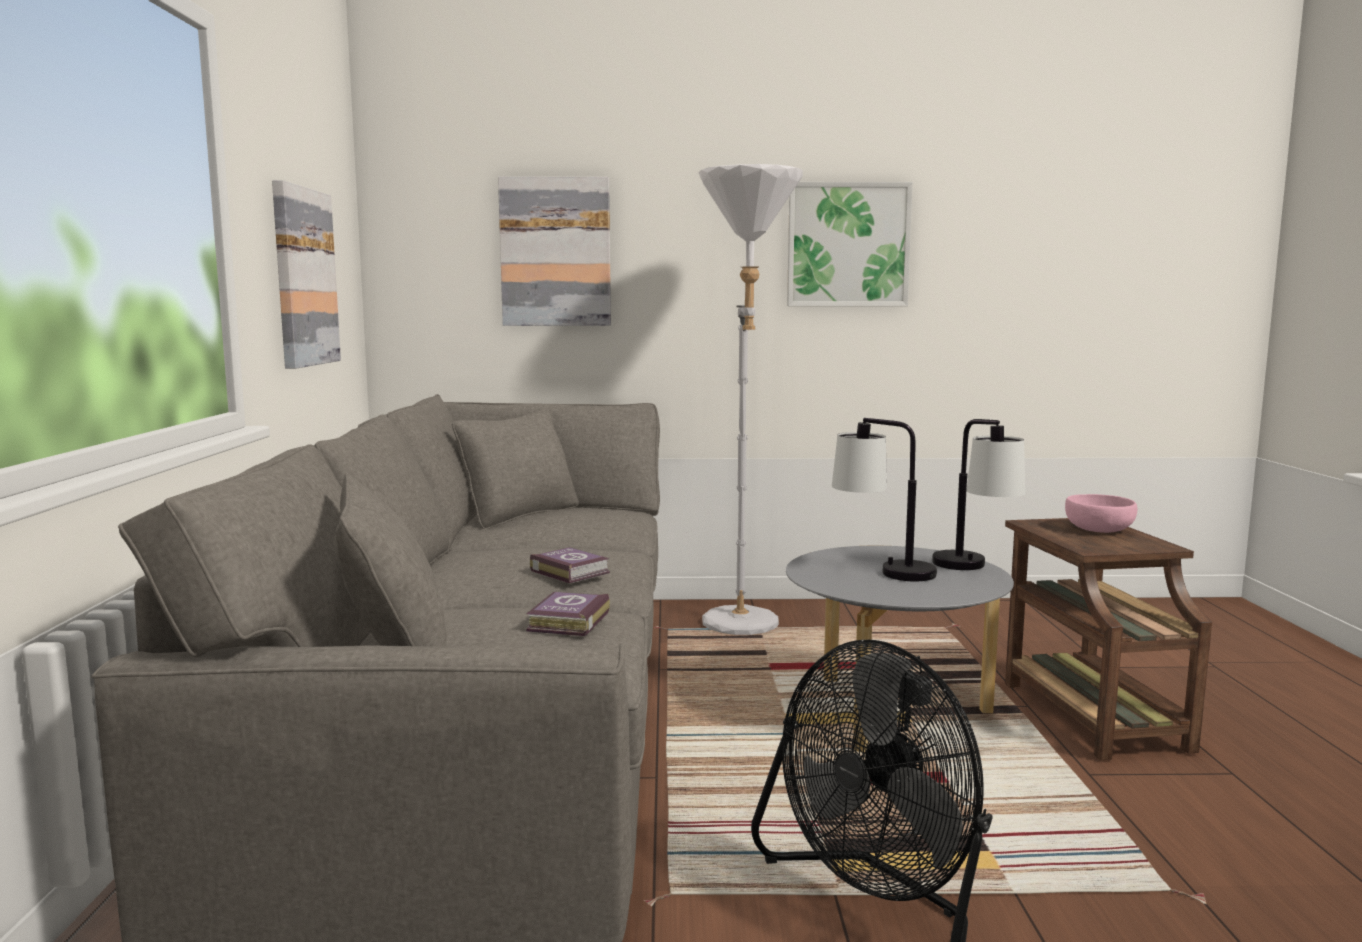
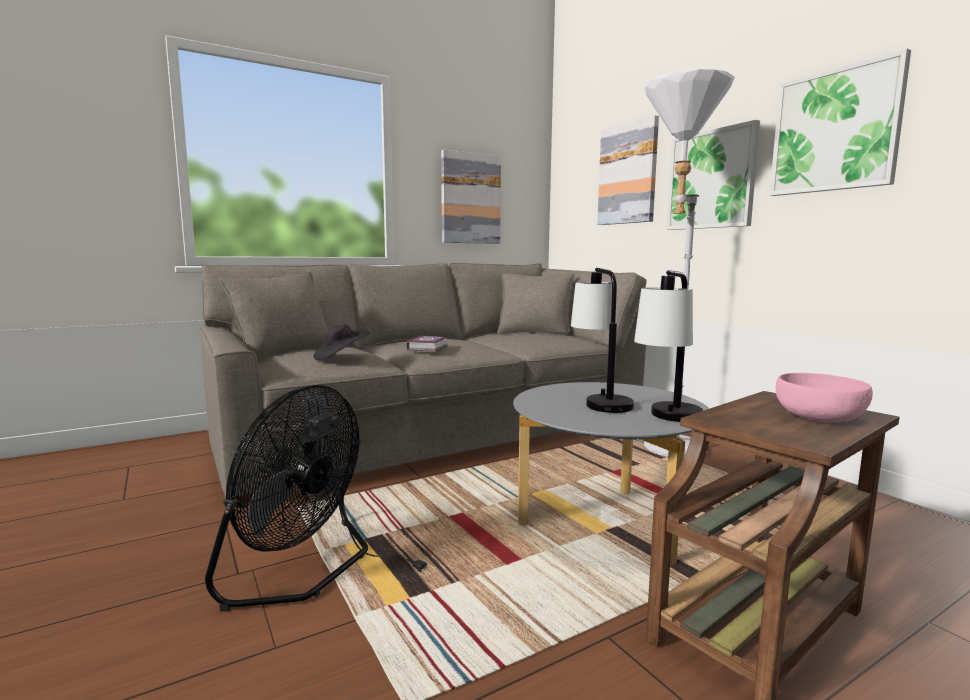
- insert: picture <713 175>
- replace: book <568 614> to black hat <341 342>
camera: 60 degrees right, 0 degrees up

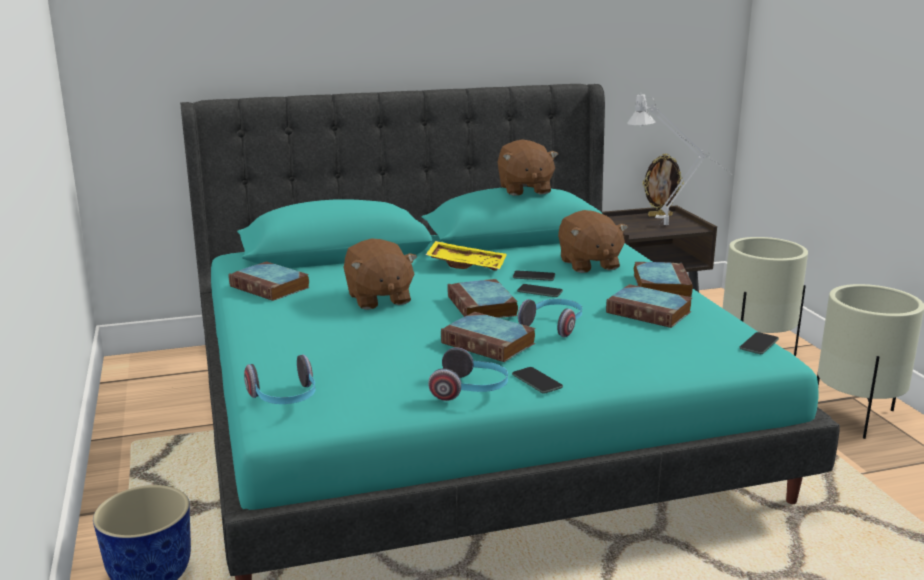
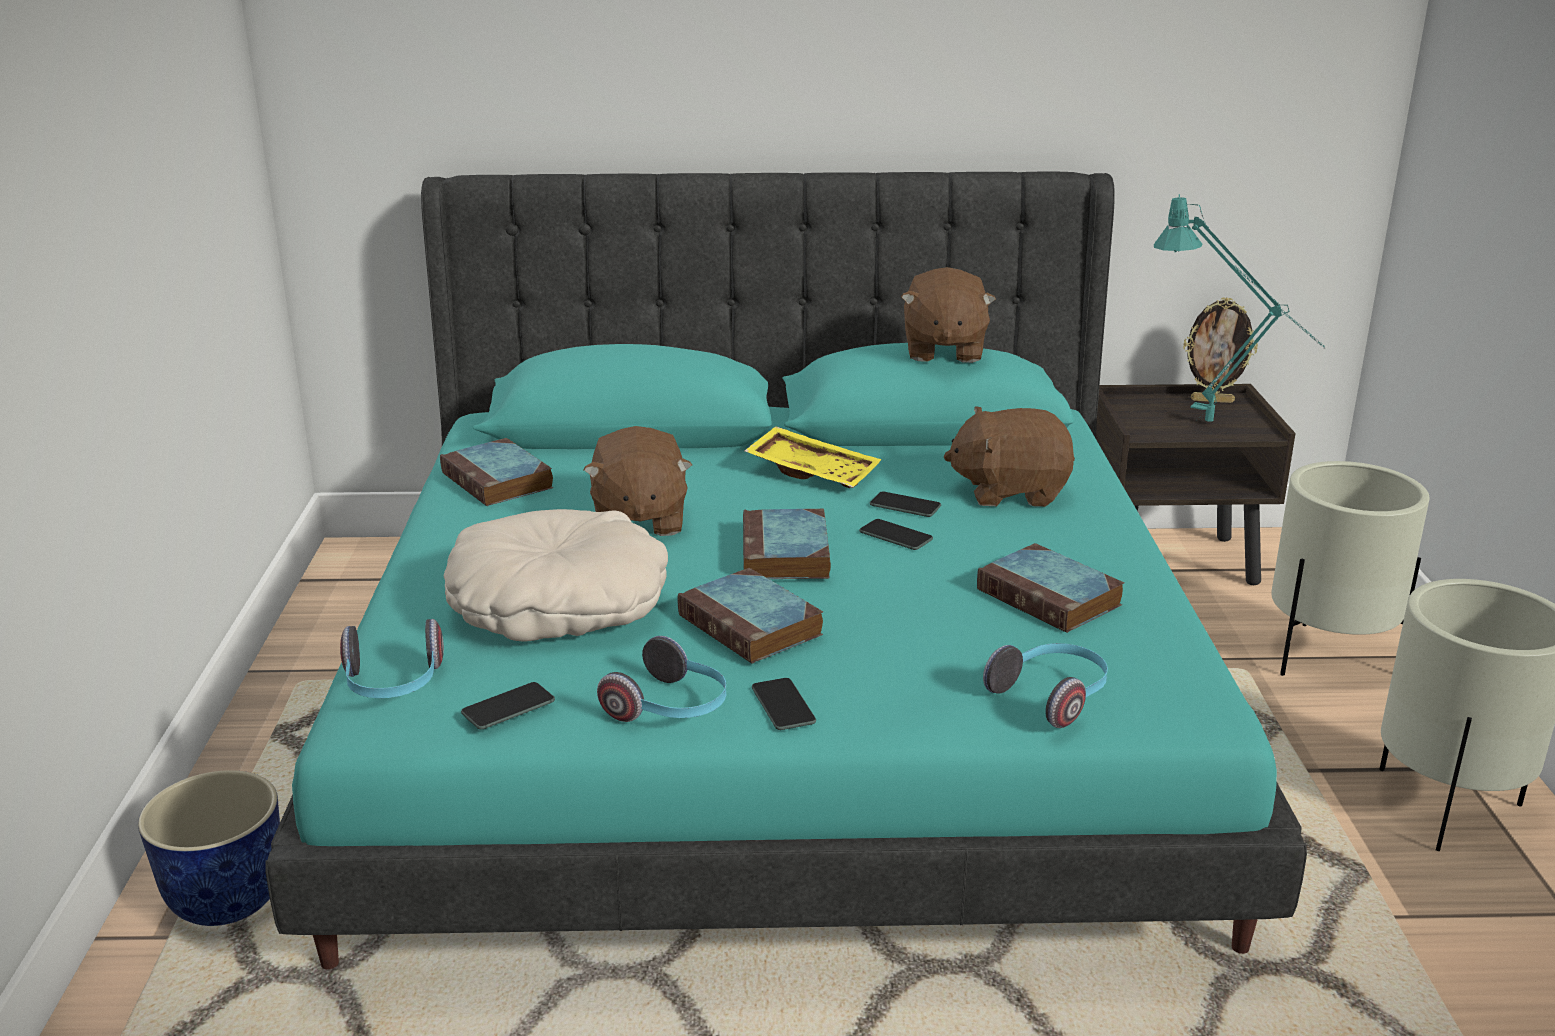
- delete: book <663 279>
- insert: beige pillow <556 575>
- move: headphones <550 318> to <1045 685>
- move: phone <759 343> to <508 705>
- recolor: grey table lamp <679 160> to turquoise table lamp <1240 308>
- rotate: brown plush toy <593 241> = <1009 456> 90 degrees clockwise
camera: 15 degrees right, 5 degrees up

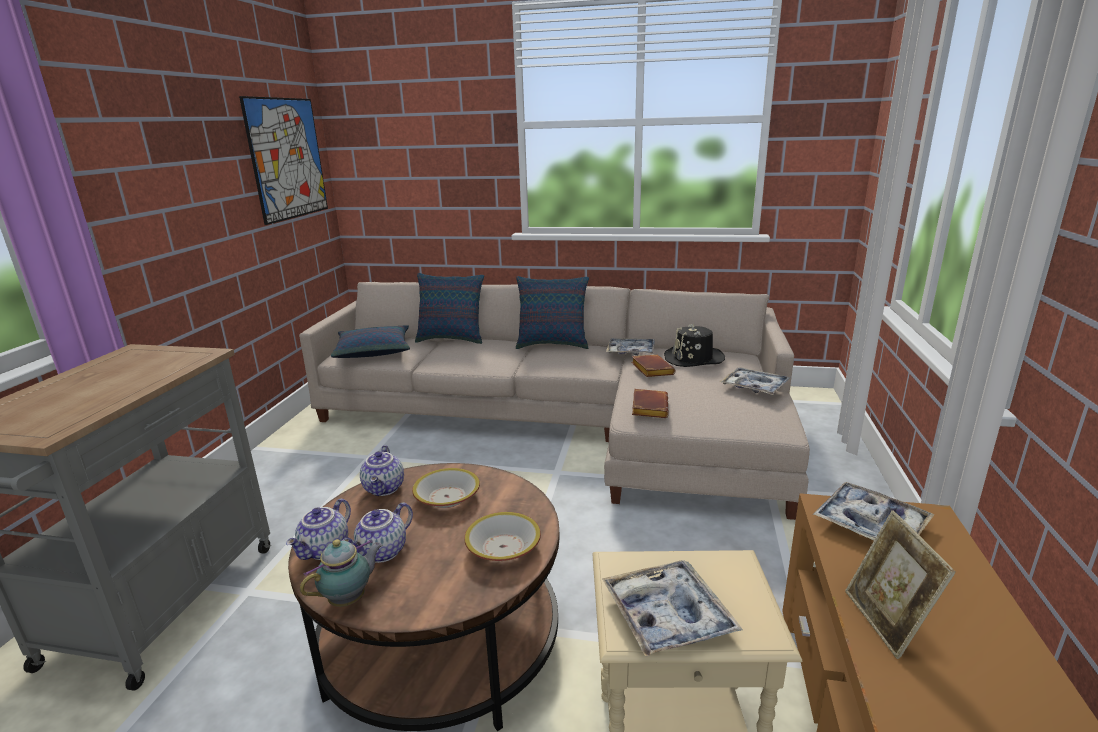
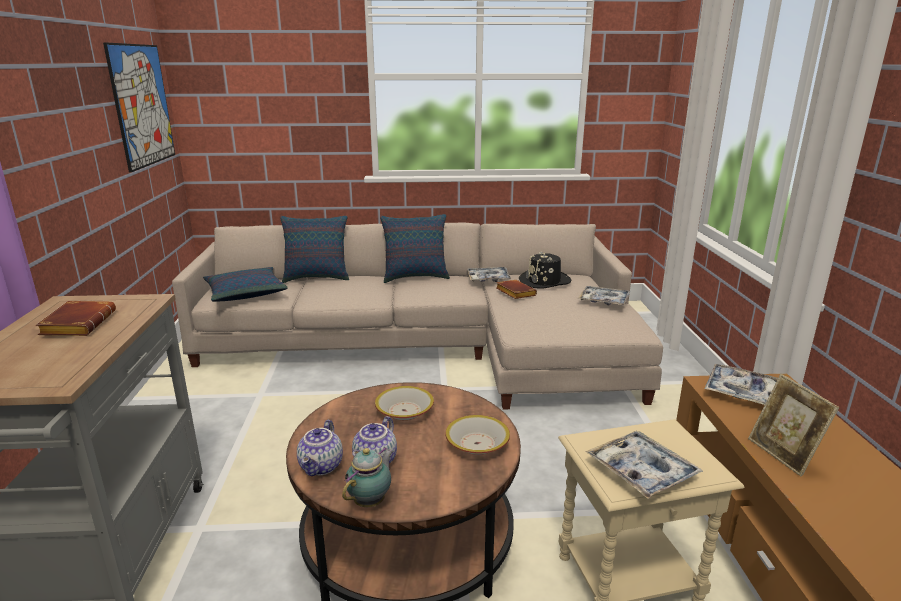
- delete: teapot <382 470>
- move: brown book <650 403> to <76 318>
camera: 15 degrees left, 0 degrees up

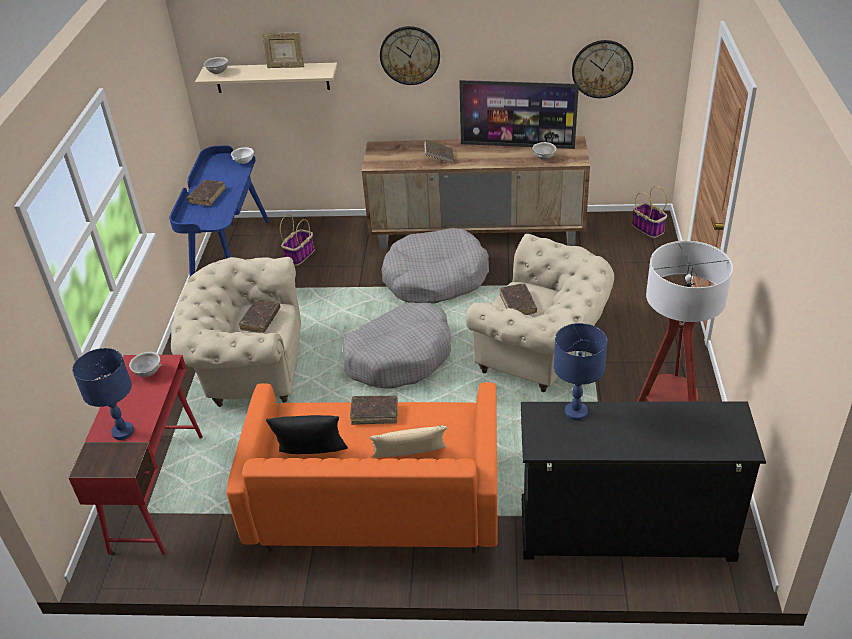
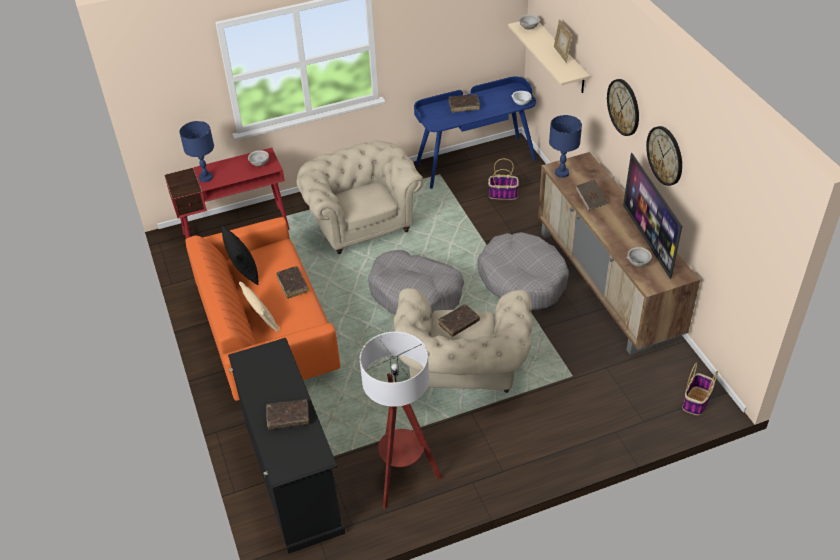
- move: brown book <259 316> to <287 414>
- move: blue table lamp <581 372> to <565 146>
- move: wall clock <602 69> to <664 156>
camera: 65 degrees right, 5 degrees up

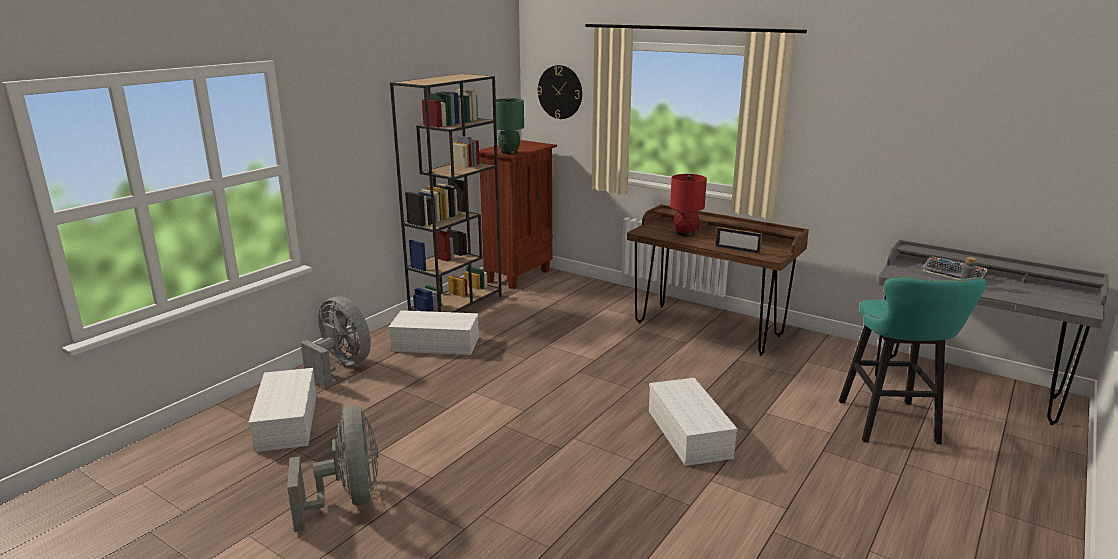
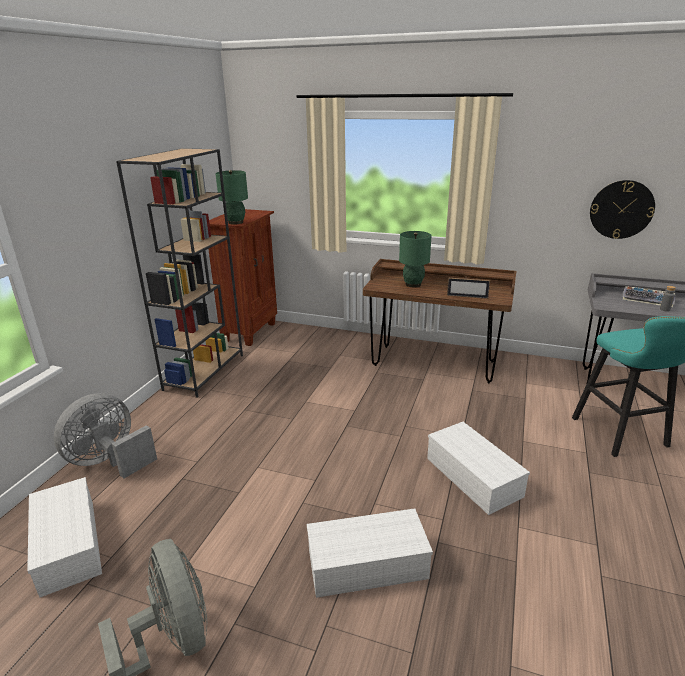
- move: white storage box <434 332> to <370 553>
- move: wall clock <559 92> to <622 209>
- recolor: red table lamp <688 205> to green table lamp <415 259>
- rotate: grey fan <335 342> = <105 435> 75 degrees counterclockwise
camera: 15 degrees left, 5 degrees up

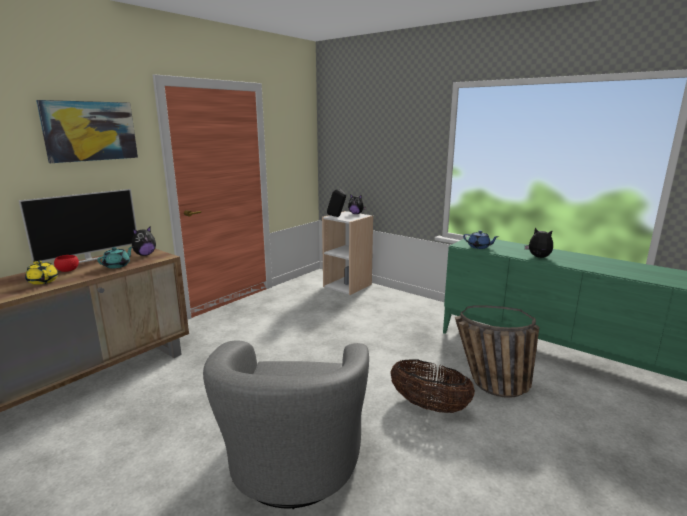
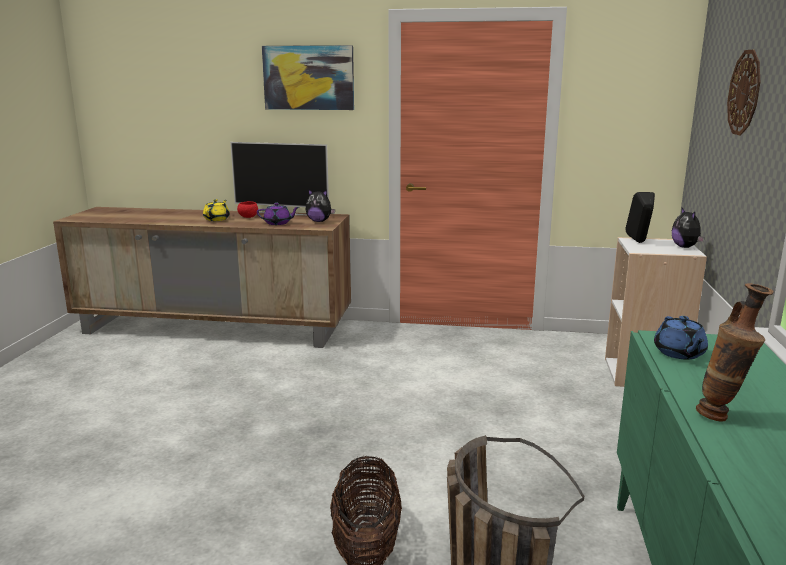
- delete: grey armchair <286 425>
- insert: wall clock <743 92>
- replace: plush toy <539 243> to vase <735 352>
- recolor: turquoise teapot <115 257> to purple teapot <278 214>
camera: 60 degrees right, 0 degrees up

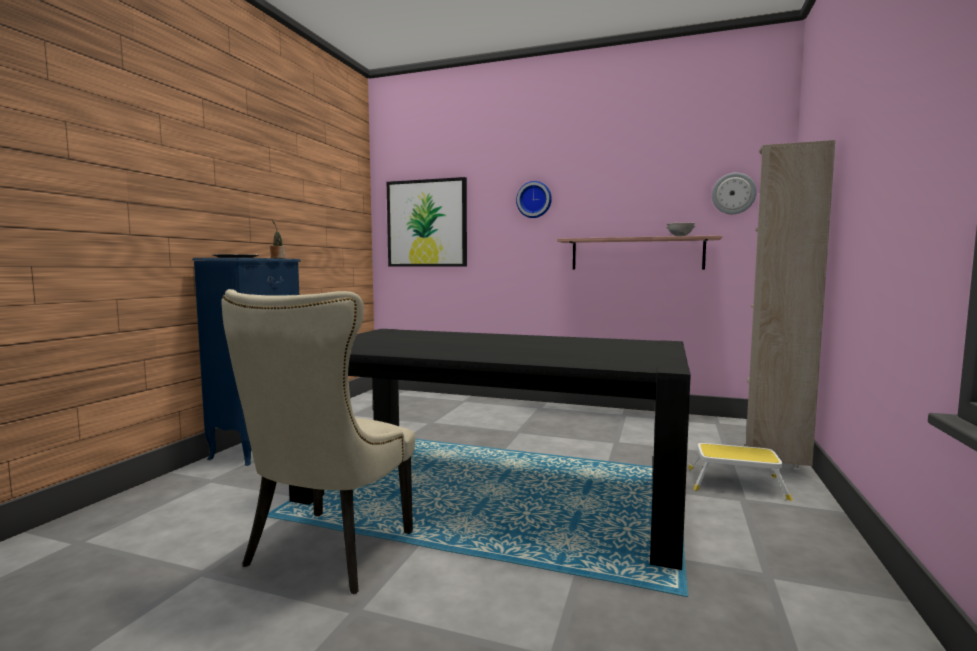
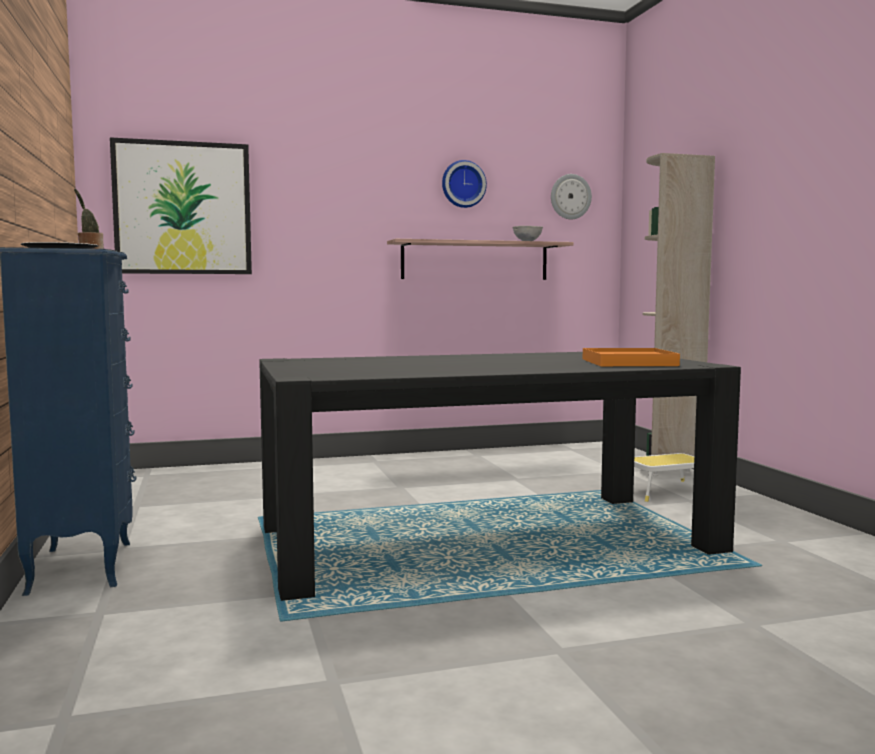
- delete: beige chair <318 441>
- insert: orange tray <631 357>
- move: wall clock <534 199> to <464 184>
camera: 35 degrees left, 0 degrees up

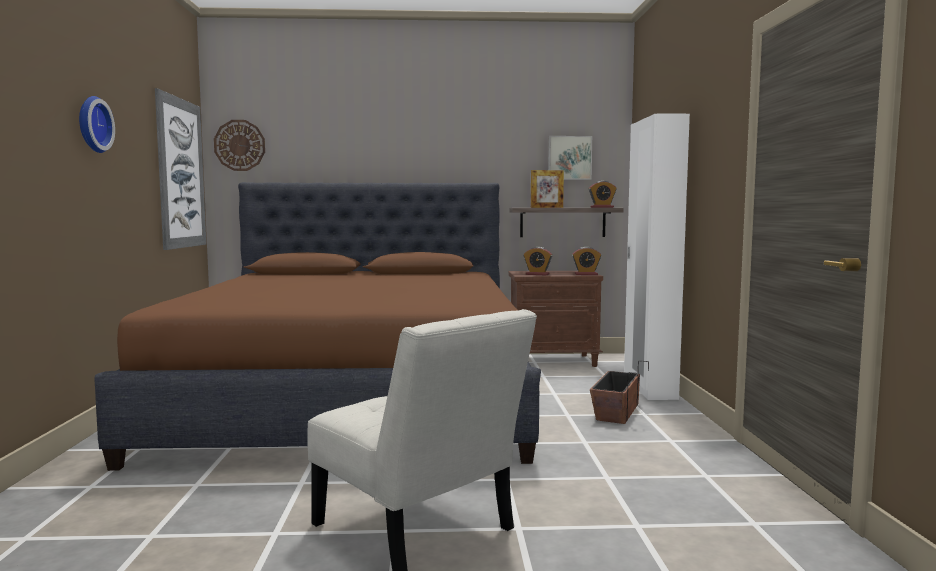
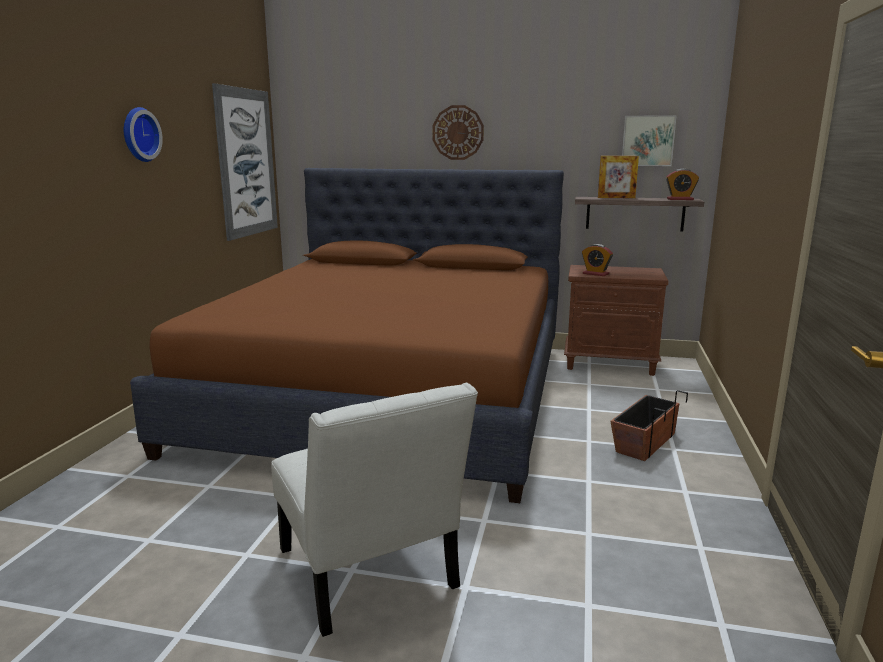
- delete: alarm clock <586 261>
- delete: white wardrobe <657 256>
- move: wall clock <239 145> to <458 132>
camera: 15 degrees right, 10 degrees up

